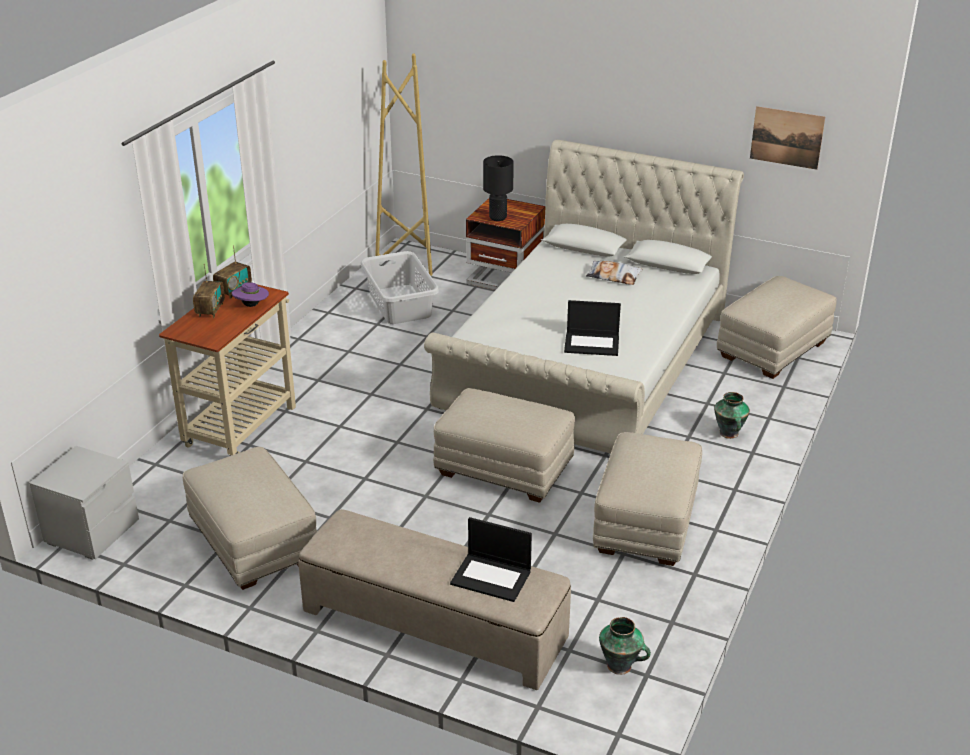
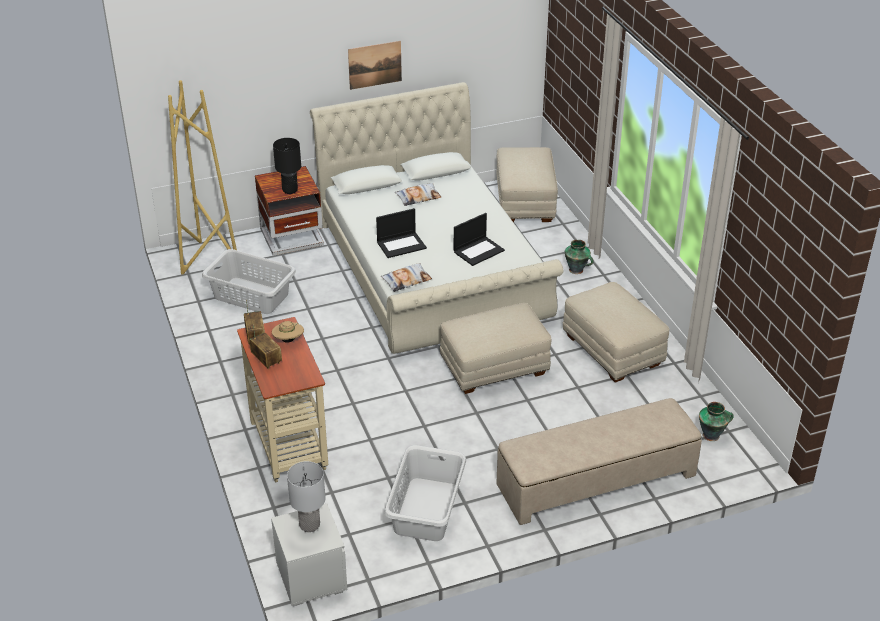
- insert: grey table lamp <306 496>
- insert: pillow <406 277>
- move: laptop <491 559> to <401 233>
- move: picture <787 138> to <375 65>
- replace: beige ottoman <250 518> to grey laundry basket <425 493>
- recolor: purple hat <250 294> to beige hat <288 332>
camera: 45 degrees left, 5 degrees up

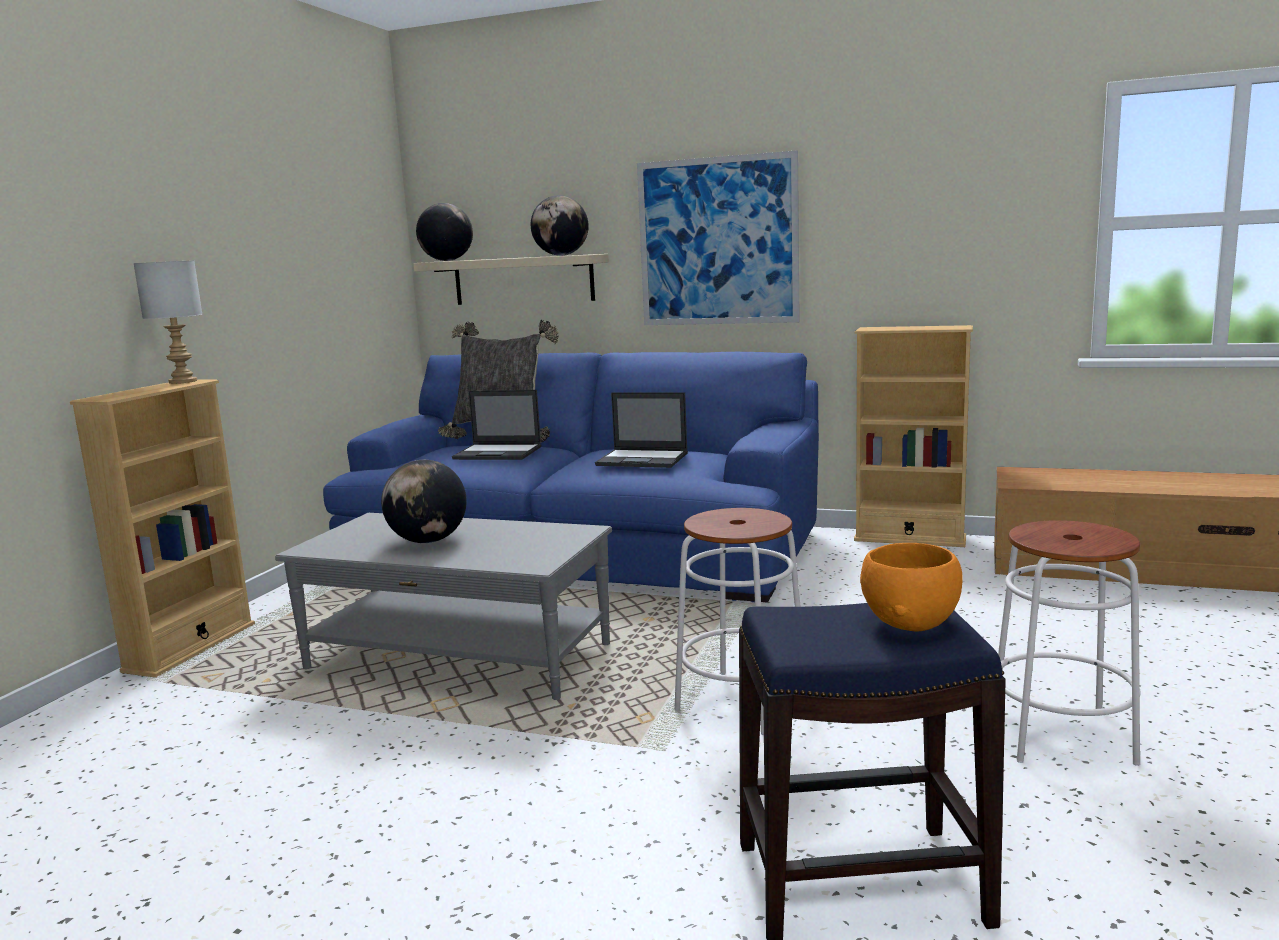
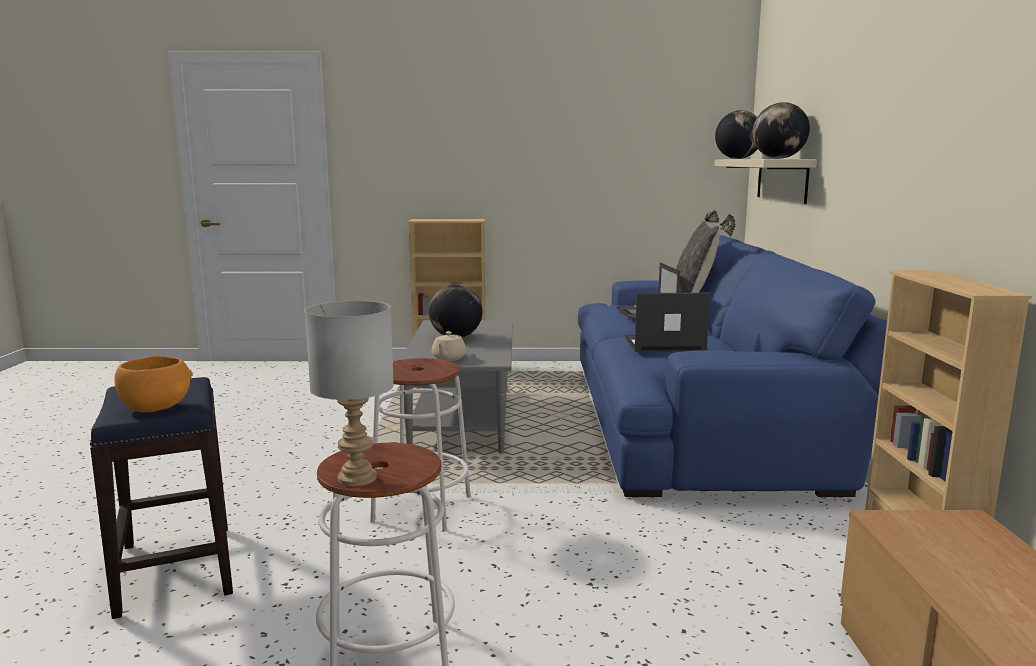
- delete: picture <718 237>
- insert: beige teapot <449 346>
- move: grey table lamp <168 322> to <349 393>
- rotate: laptop <641 430> = <667 322> 90 degrees clockwise
camera: 70 degrees right, 0 degrees up

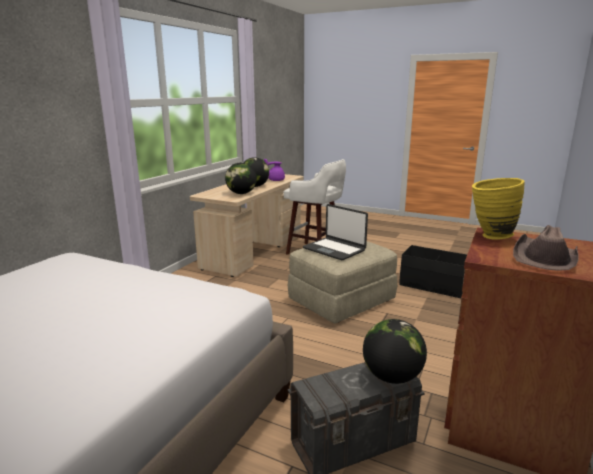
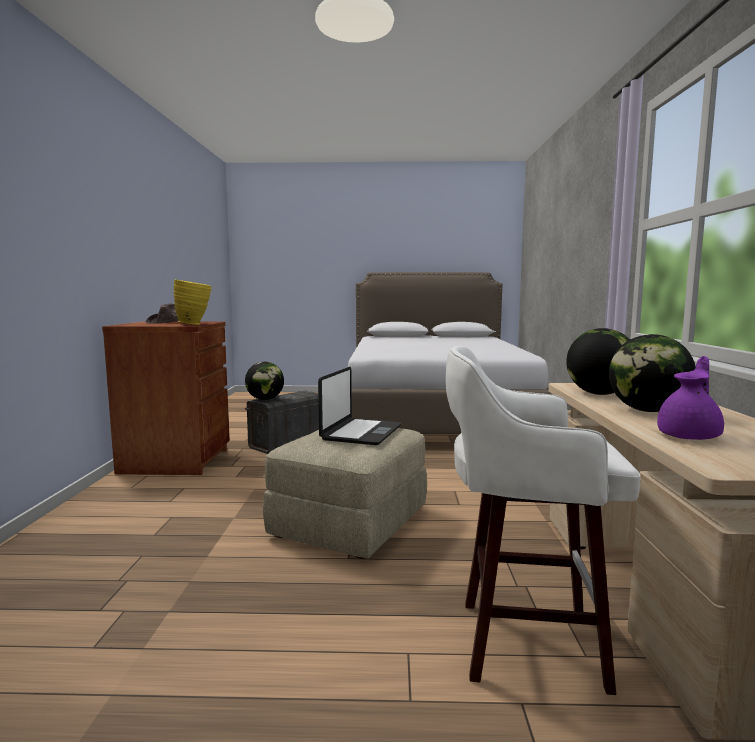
- delete: black storage box <433 271>
- rotate: laptop <335 232> = <360 406> 90 degrees clockwise
camera: 155 degrees right, 10 degrees down

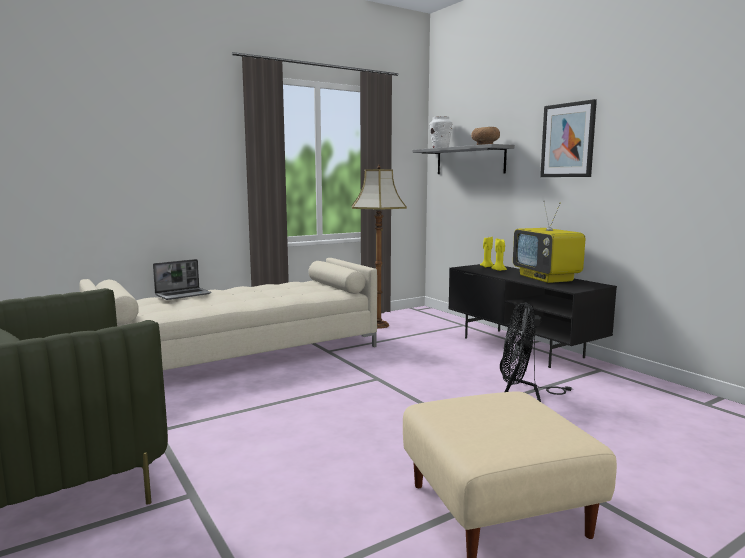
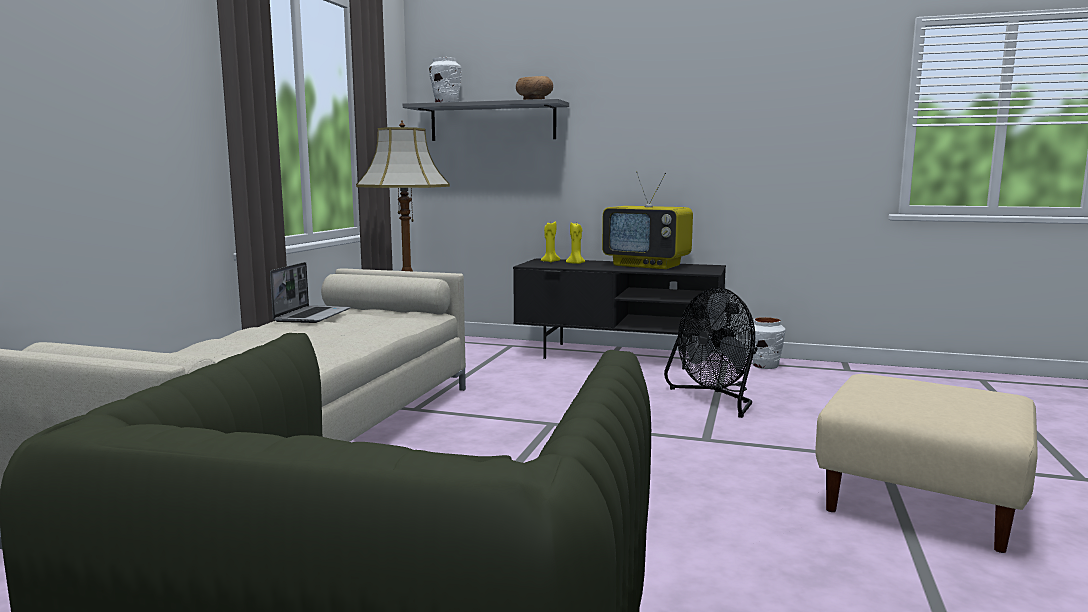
- delete: picture <568 138>
- insert: white vase <767 343>
- move: laptop <182 279> to <310 292>
camera: 40 degrees left, 0 degrees up

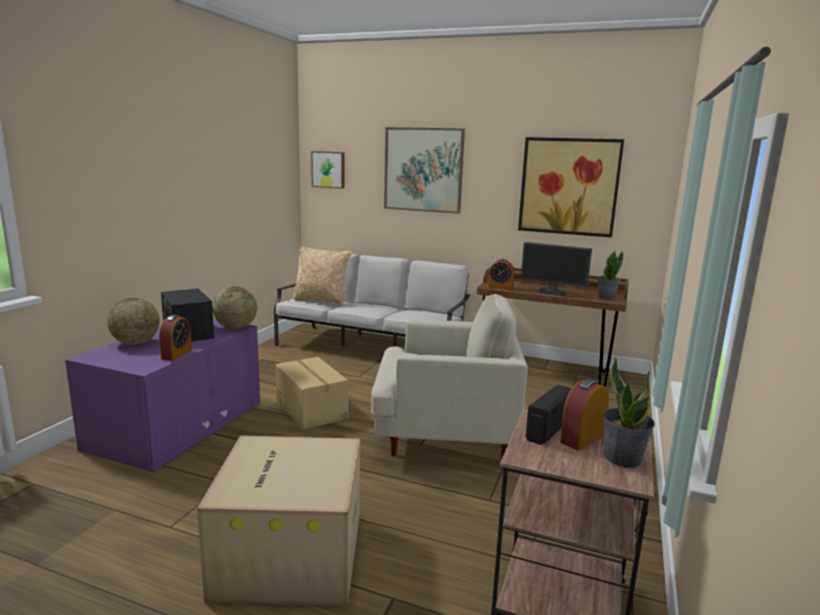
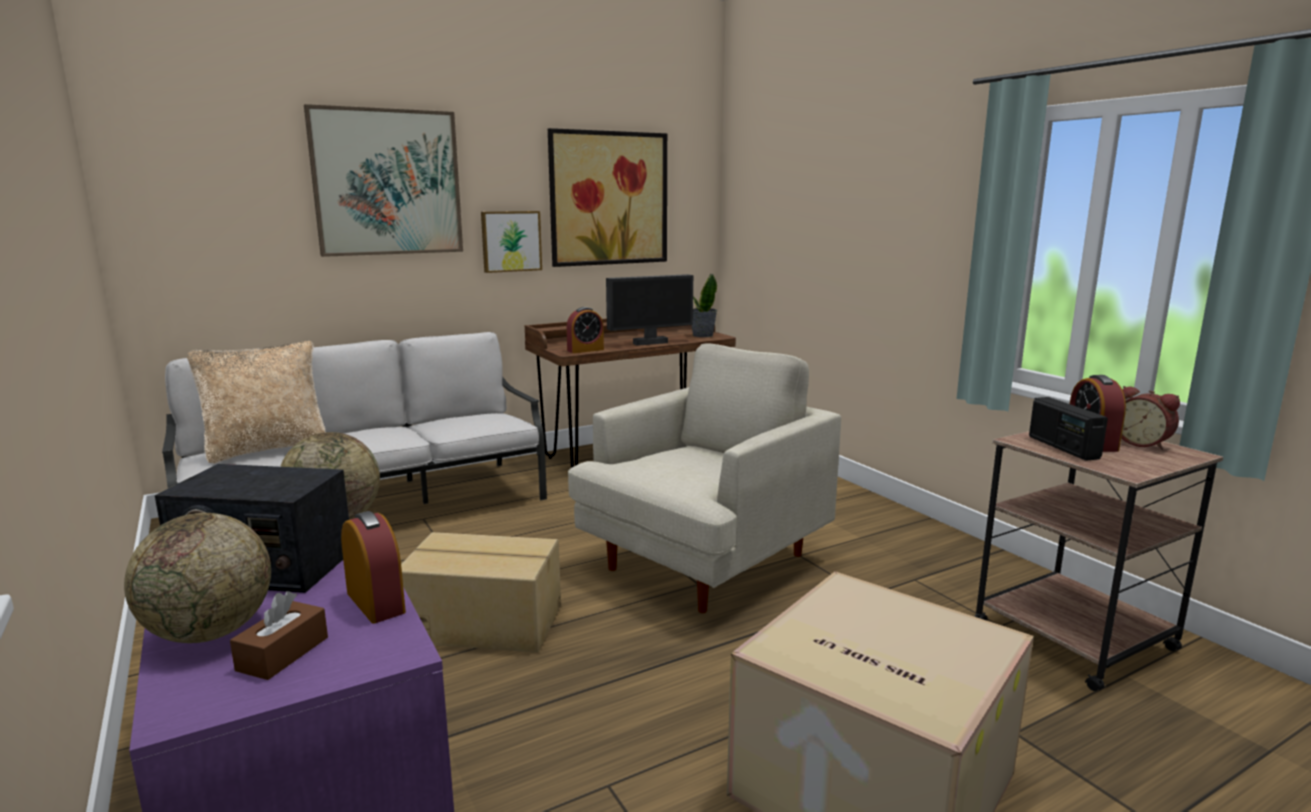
- insert: brown tissue box <279 635>
- move: picture <328 170> to <511 242>
- replace: potted plant <629 412> to alarm clock <1150 418>
camera: 50 degrees left, 0 degrees up

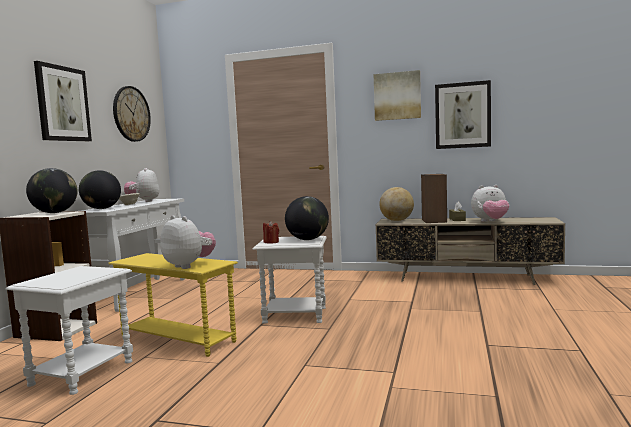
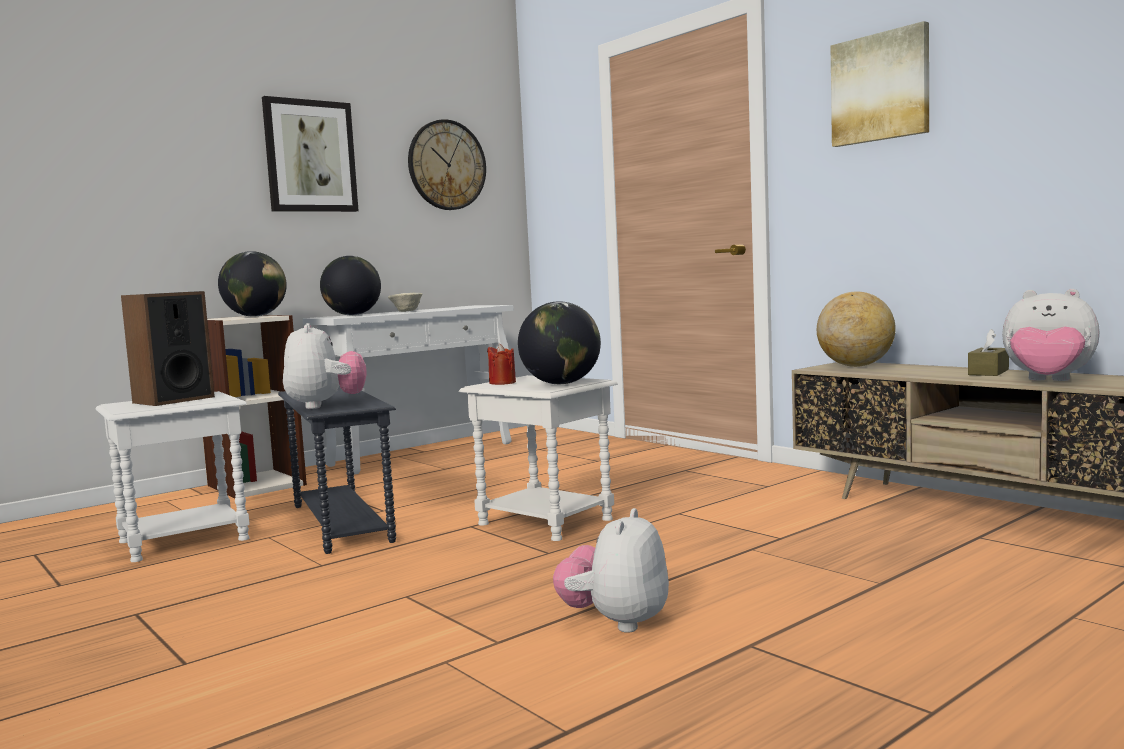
- delete: picture <463 114>
- move: plush toy <142 185> to <611 570>
- move: speaker <434 198> to <168 348>
- recolor: yellow side table <173 305> to grey side table <337 470>
camera: 35 degrees right, 0 degrees up

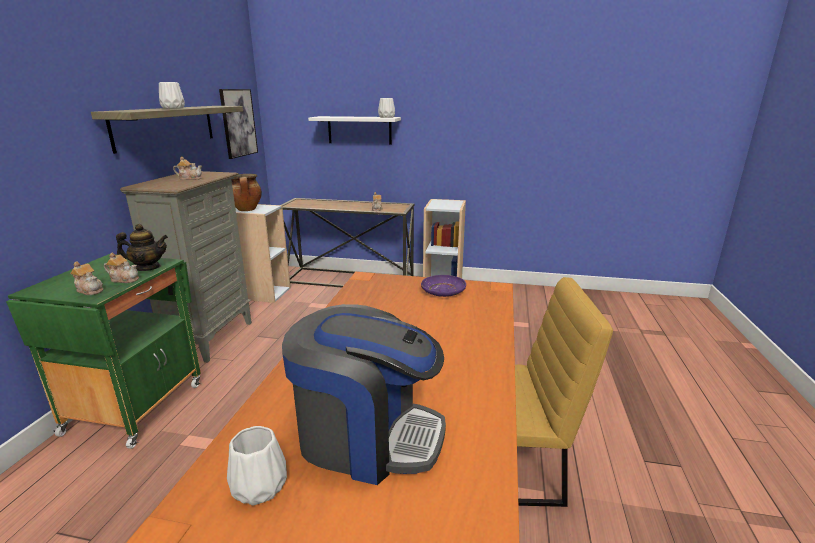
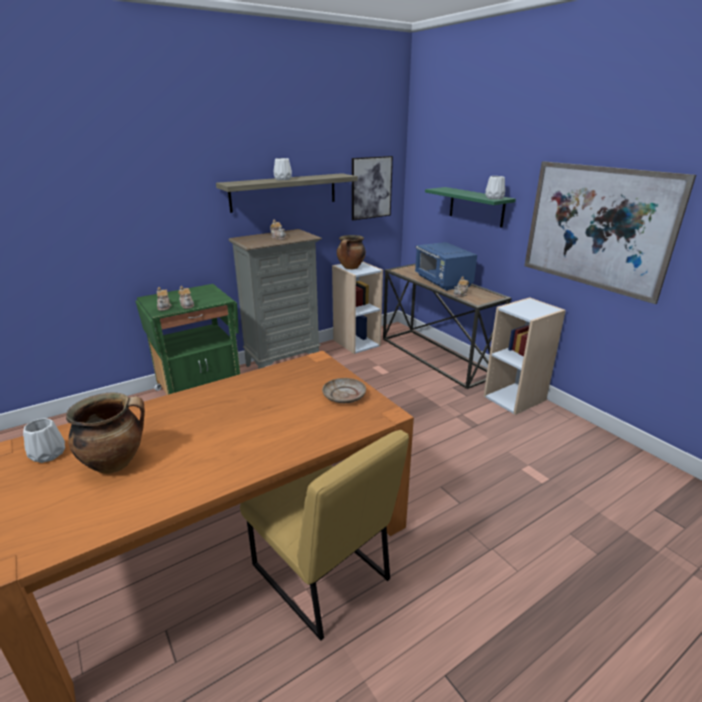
- delete: teapot <142 247>
- insert: blue microwave <446 266>
- insert: picture <610 232>
- replace: coffee machine <364 394> to cooking pot <105 433>
- recolor: white shelf <354 130> to green shelf <470 207>
- recolor: purple plate <443 286> to beige plate <344 390>
camera: 45 degrees right, 5 degrees up

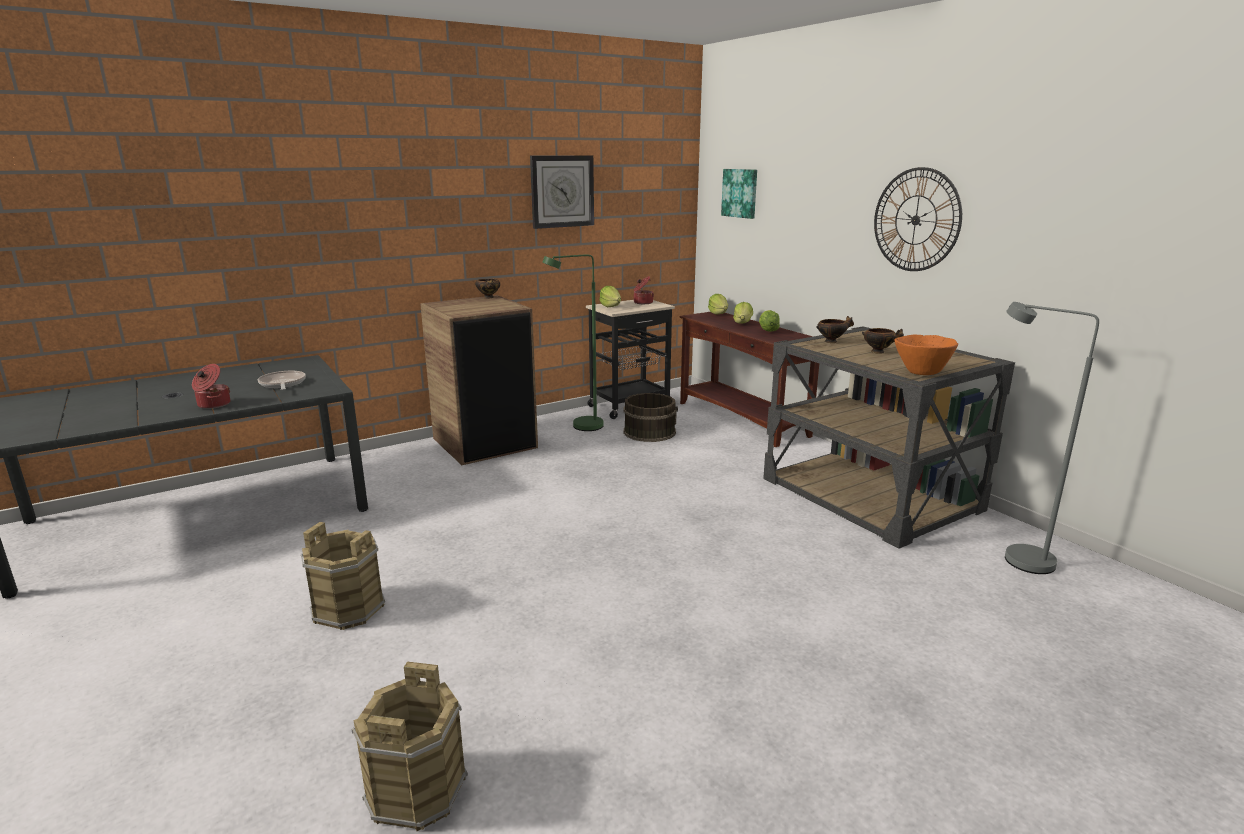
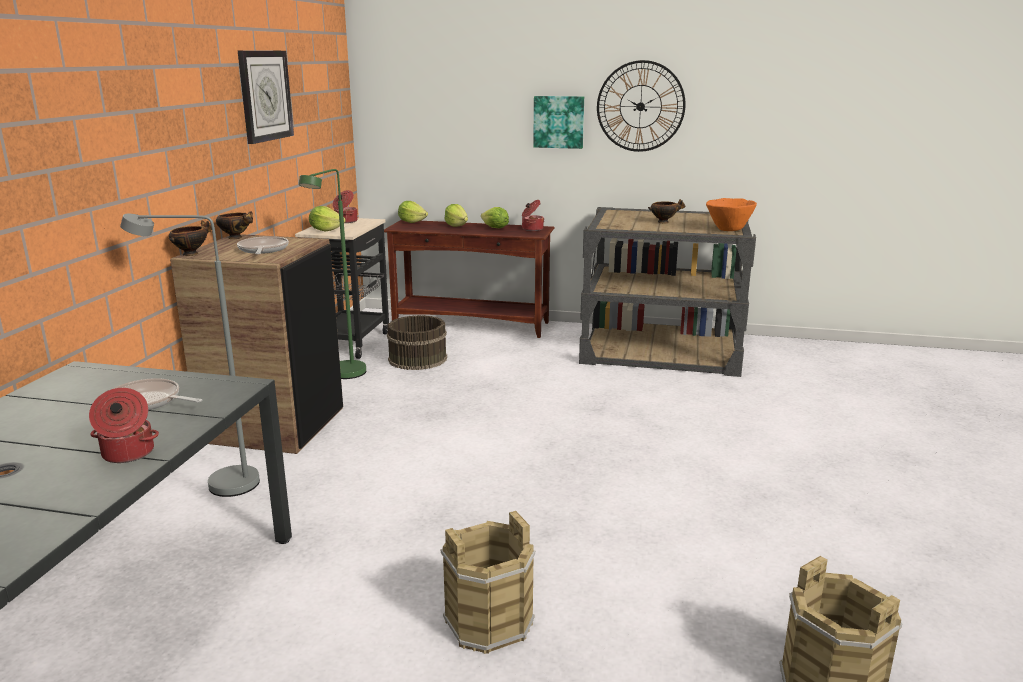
- insert: frying pan <263 245>
- insert: cooking pot <533 215>
- move: picture <739 194> to <558 122>
- move: bowl <835 329> to <190 238>
- move: grey floor lamp <1052 438> to <190 355>
camera: 45 degrees left, 0 degrees up

